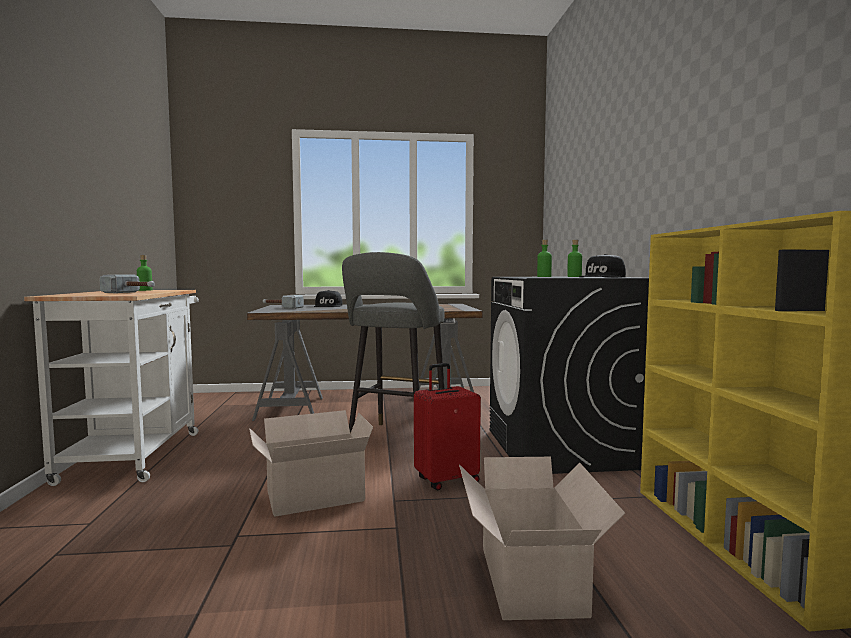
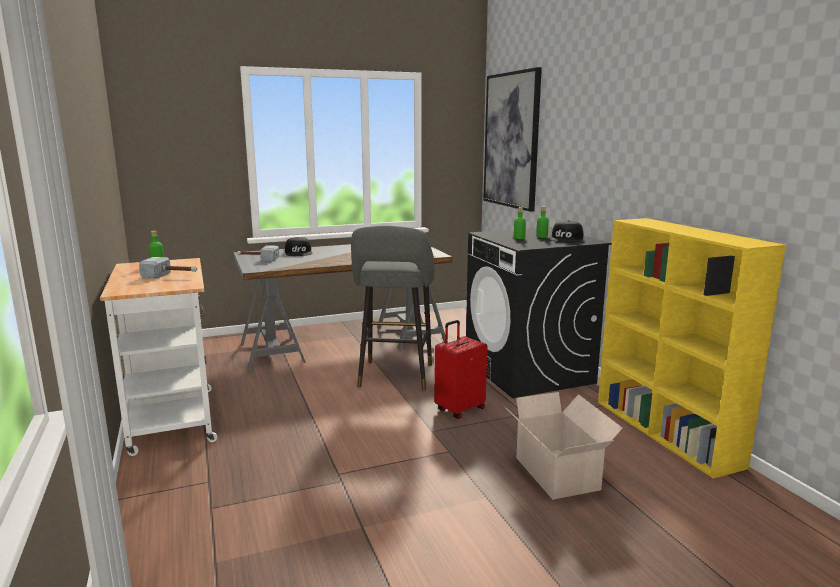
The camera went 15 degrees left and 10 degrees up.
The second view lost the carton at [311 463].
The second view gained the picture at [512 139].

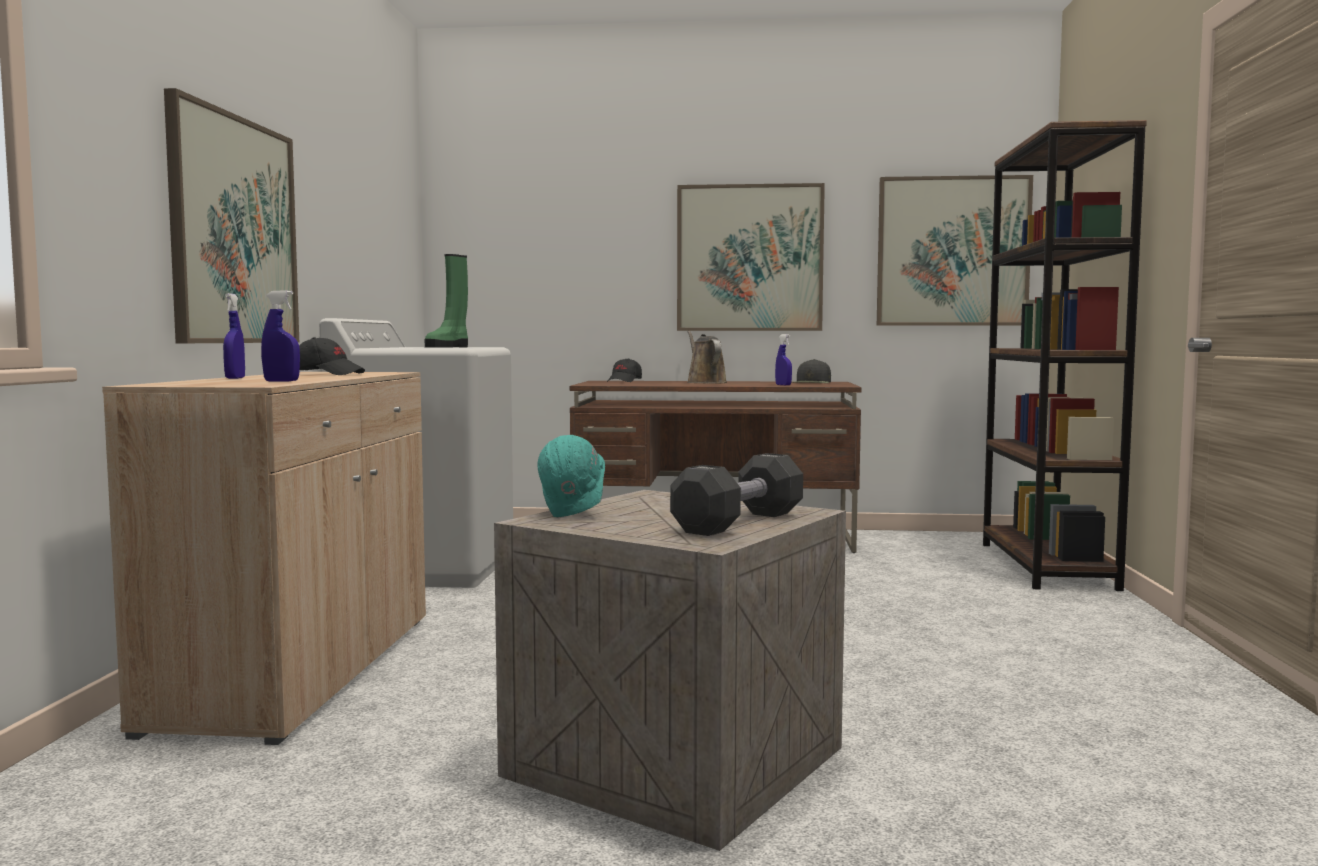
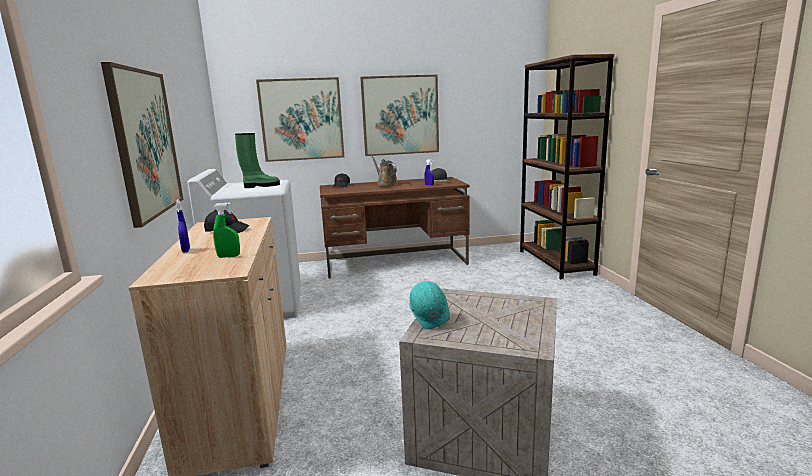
The camera went 15 degrees left and 10 degrees up.
What was the blue-coloured spray bottle at [280 335] turned into the green-coloured spray bottle at [226 230].
The green-coloured boot at [446 301] ended up facing another way, 120 degrees counterclockwise from before.
The second view lost the black-coloured hand weight at [736 494].
The picture ended up elsewhere, having gone from [955 250] to [300 119].

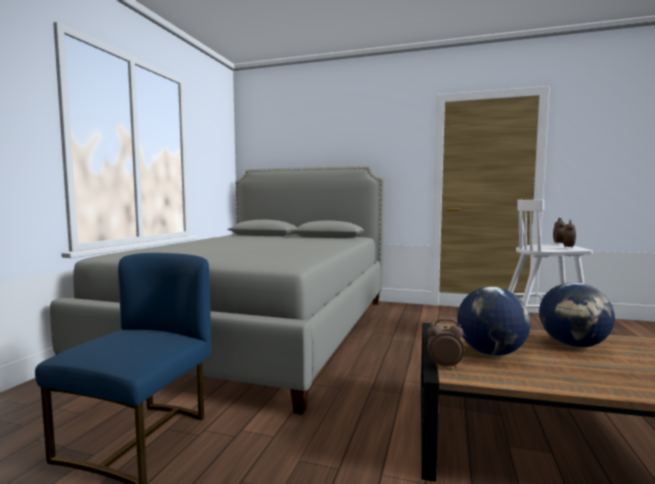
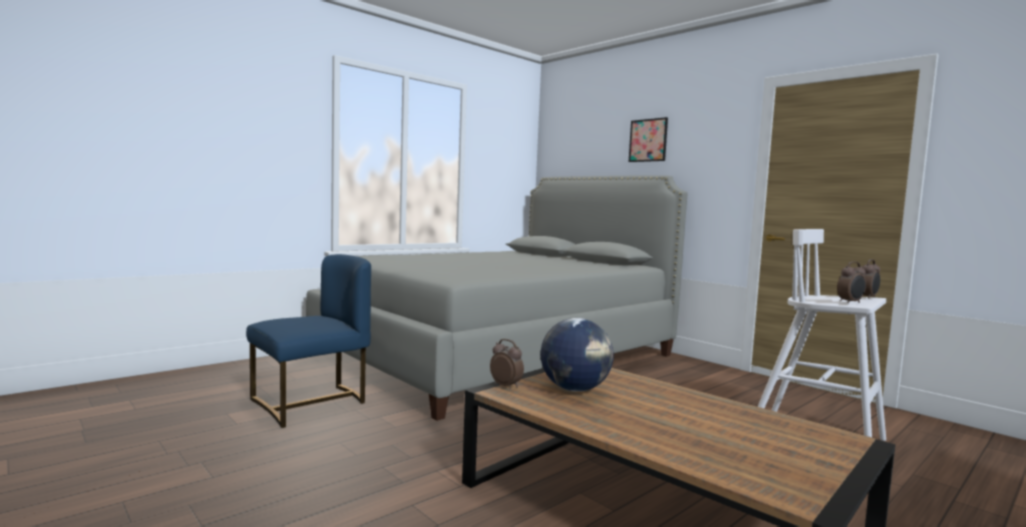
The camera went 30 degrees right and 0 degrees up.
The second view lost the globe at [577 315].
The second view gained the picture at [648 139].

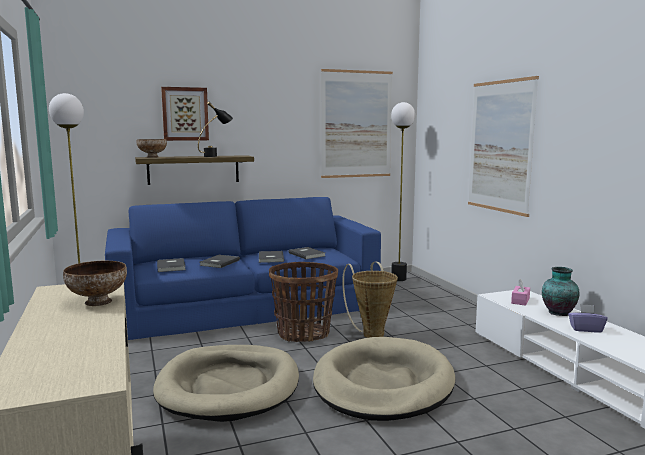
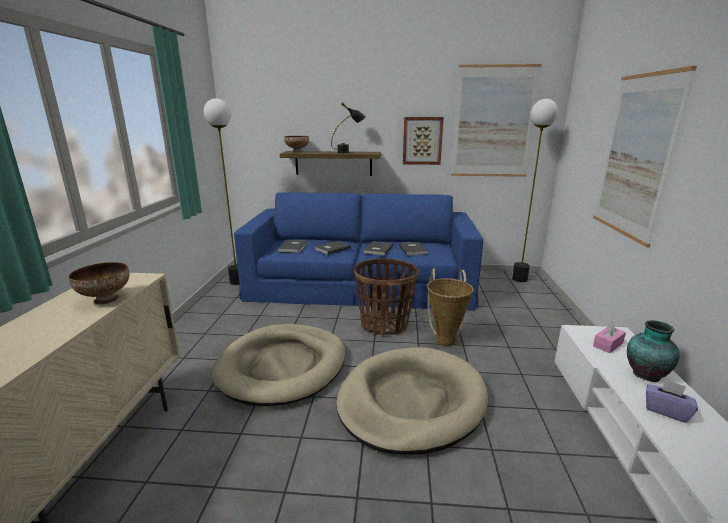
The camera went 25 degrees right and 10 degrees up.
The picture ended up elsewhere, having gone from [185 114] to [423 141].

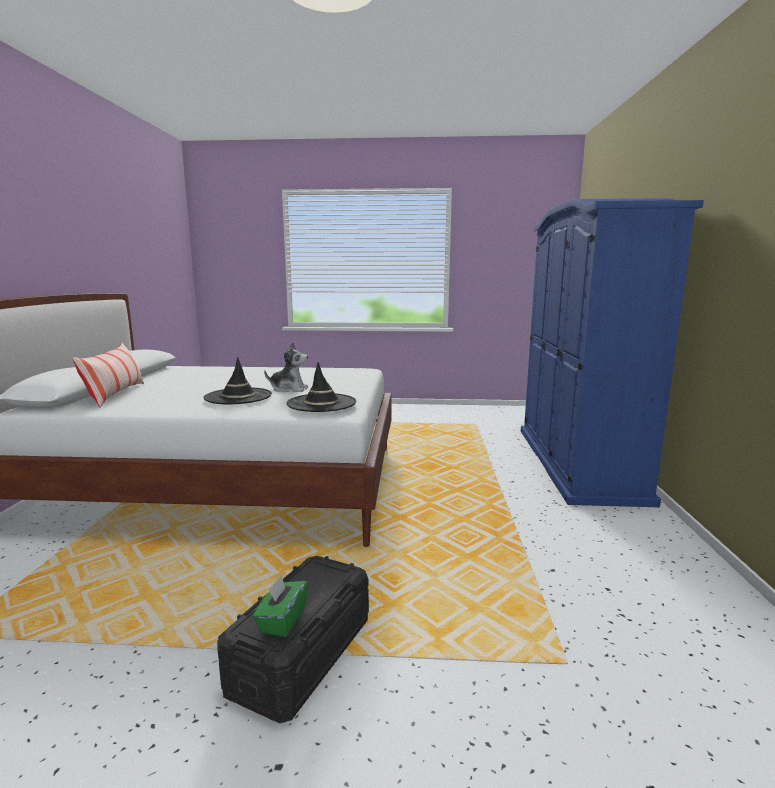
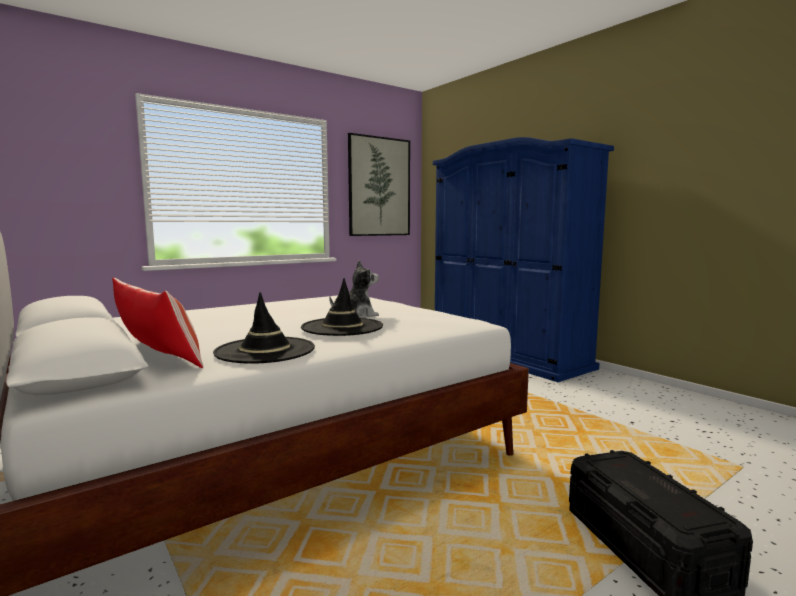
The camera went 40 degrees left and 5 degrees down.
The second view lost the green-coloured box of tissues at [280 606].
The black-coloured wearable hat ended up elsewhere, having gone from [321 387] to [264 328].
The second view gained the picture at [379 184].

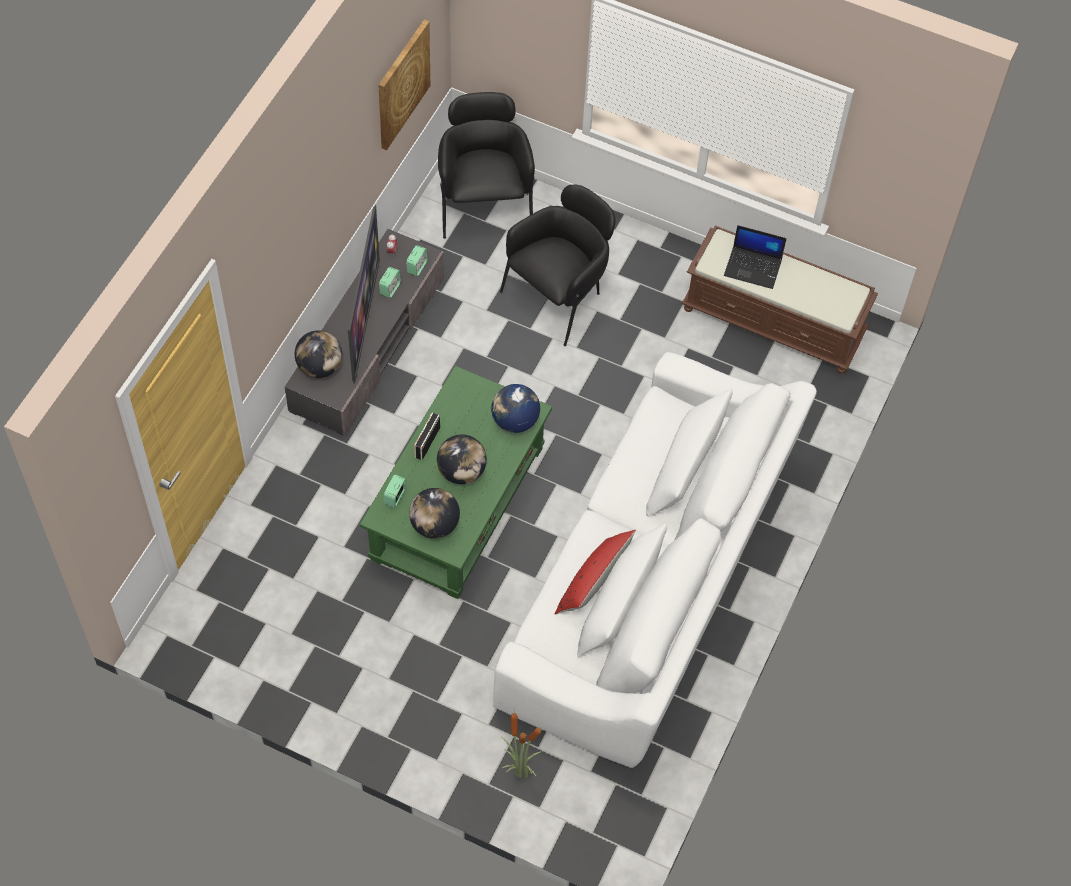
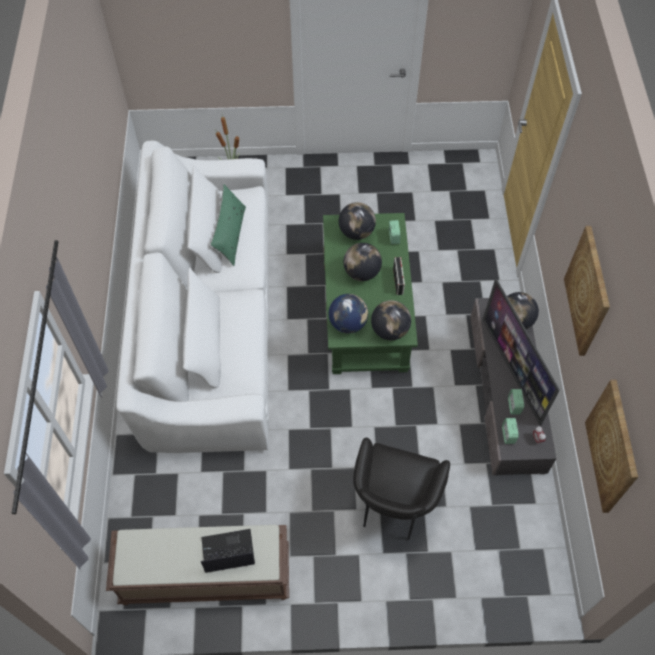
The camera went 155 degrees right and 0 degrees up.
The second view lost the black-coloured armchair at [486 165].
What was the red-coloured throw pillow at [595 572] turned into the green-coloured throw pillow at [228 225].
The second view gained the globe at [391 320].
The second view gained the picture at [587 291].

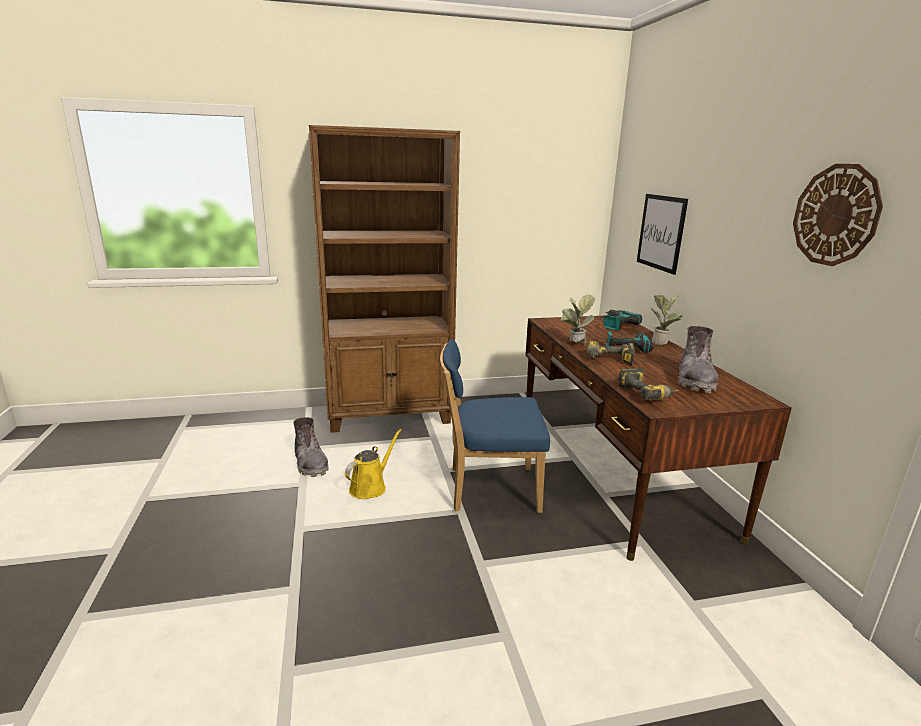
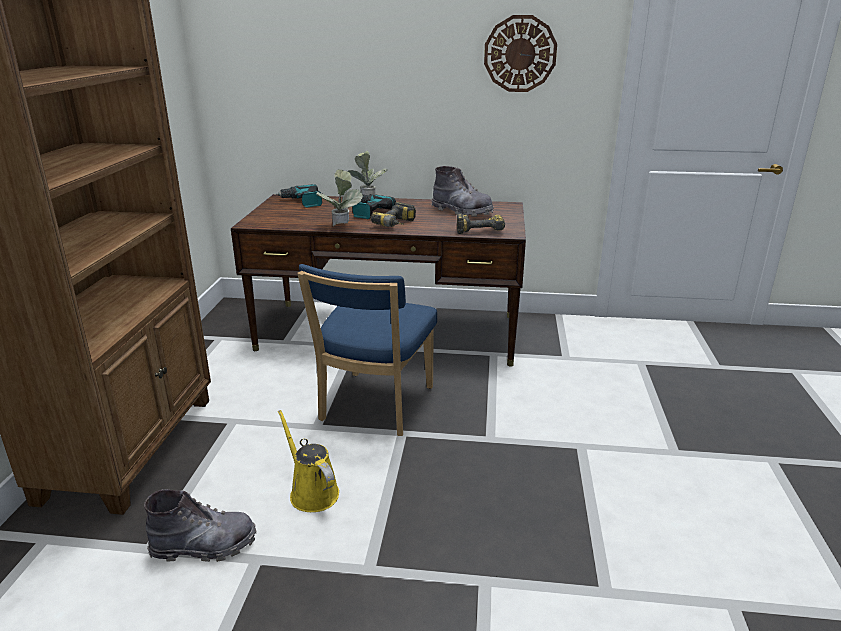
The camera went 70 degrees left and 5 degrees up.
The second view lost the picture at [662 234].

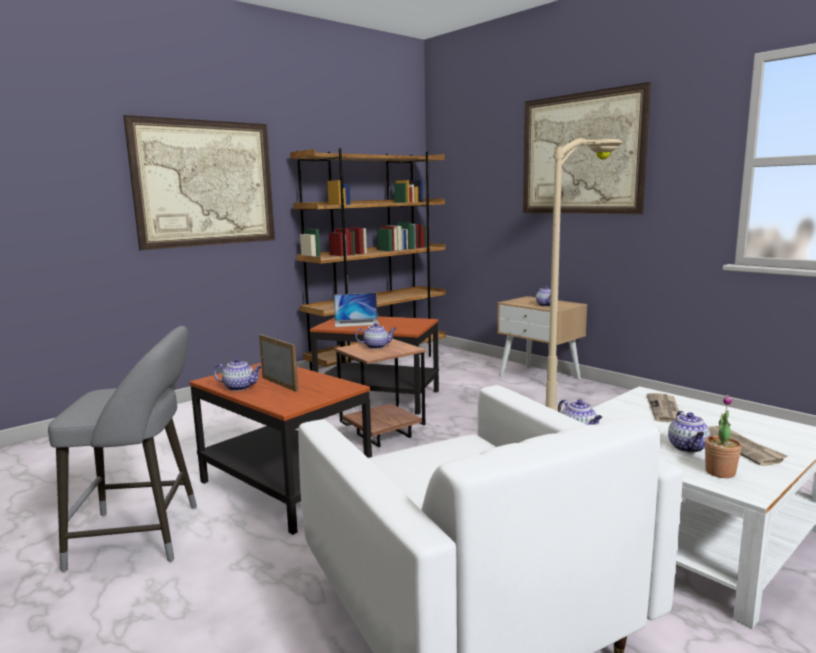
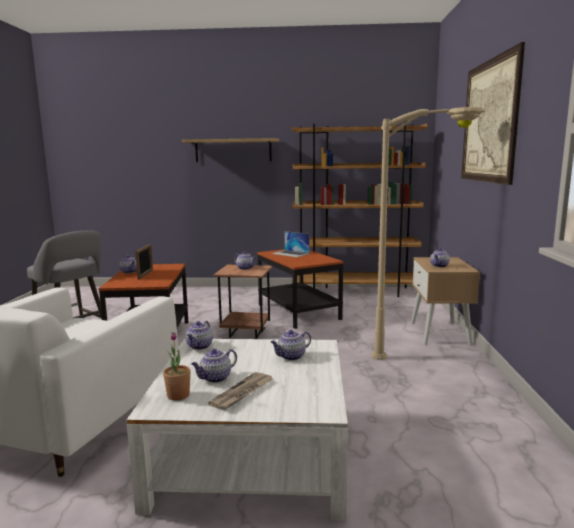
The camera went 45 degrees right and 0 degrees up.
Where the picture hung at [199 182], the wall shelf came to hang at [230 150].
Where the newspaper stood at [663 407], the tea pot came to stand at [291 345].

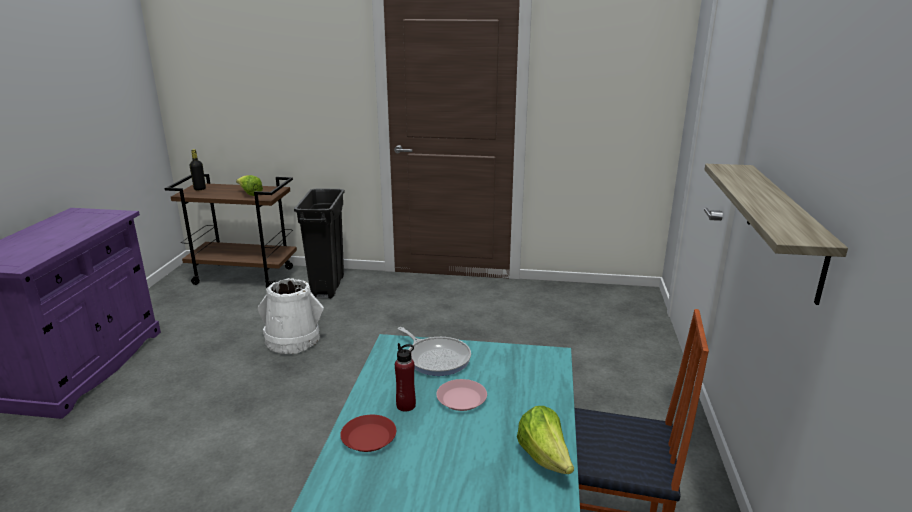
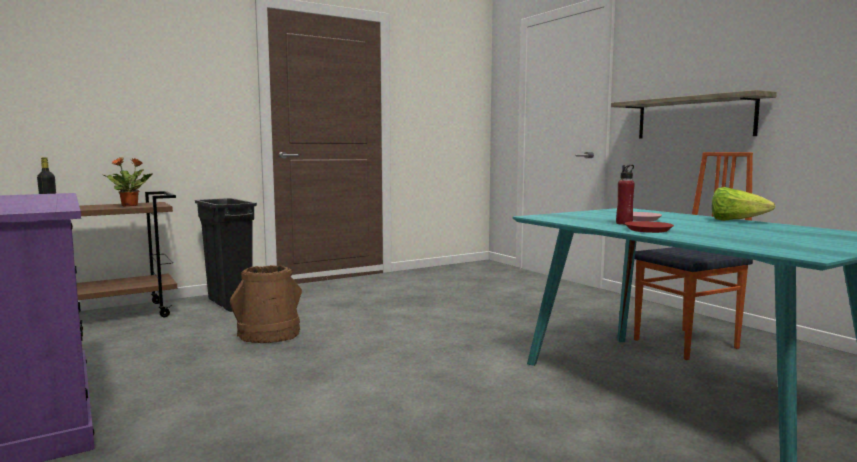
The camera went 40 degrees left and 15 degrees down.
Where the lettuce stood at [249 185], the plant in a pot came to stand at [128 181].
What was the white bucket at [291 316] turned into the brown-coloured bucket at [266 304].
The second view lost the skillet at [434 351].

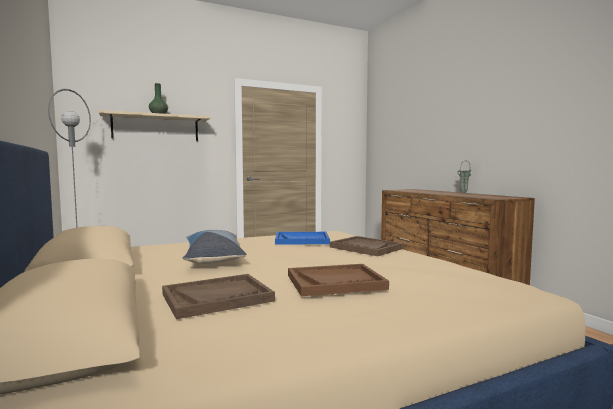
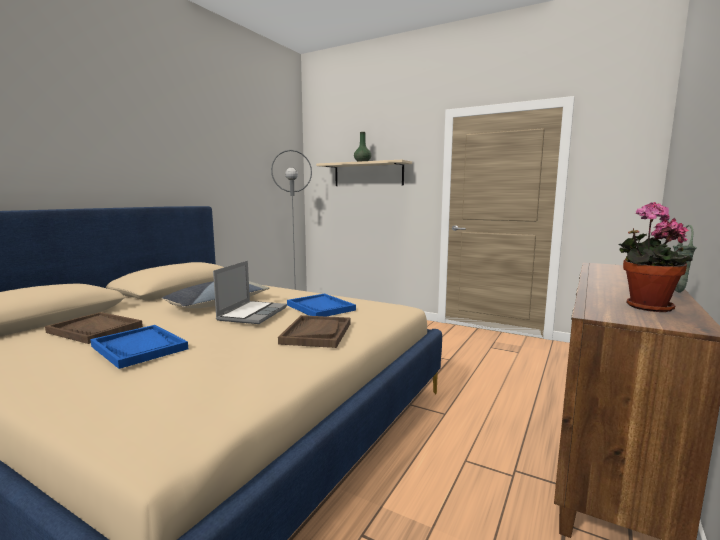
The camera went 55 degrees right and 5 degrees up.
What was the brown-coloured tray at [338 280] turned into the blue-coloured tray at [139 347].
The second view gained the portable computer at [250 292].
The second view gained the plant in a pot at [655 257].

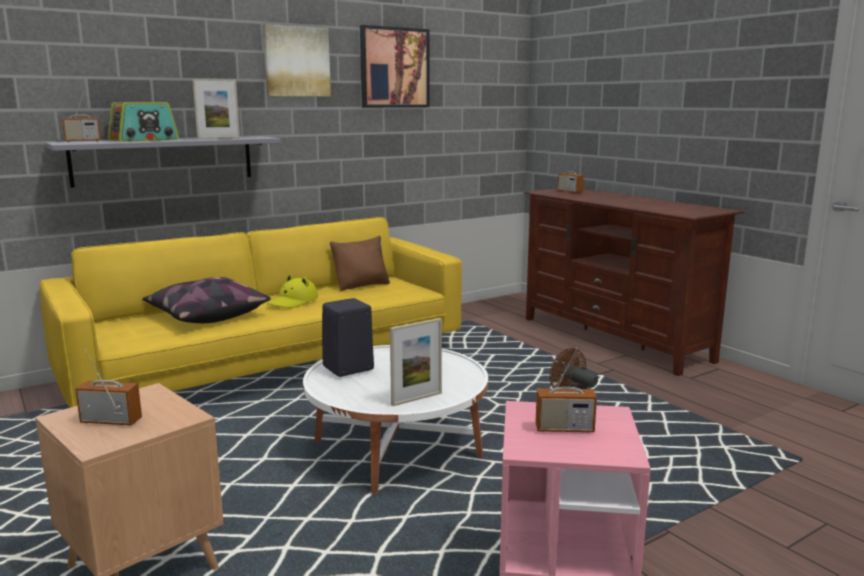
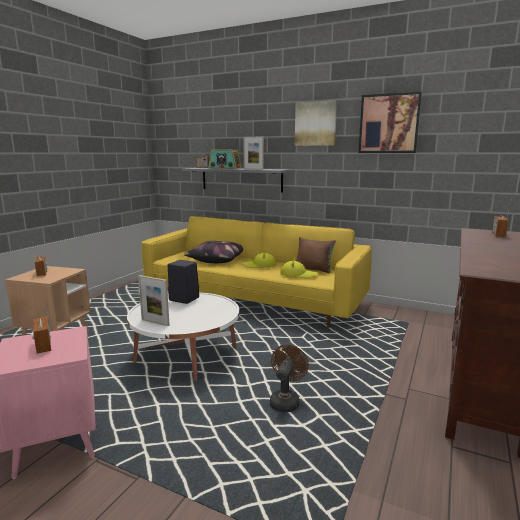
The camera went 60 degrees right and 0 degrees up.
The second view gained the yellow wearable hat at [299 267].

